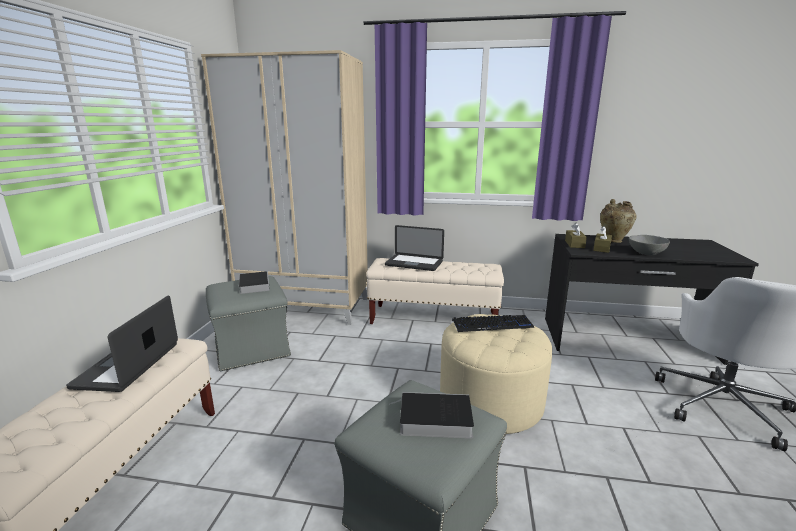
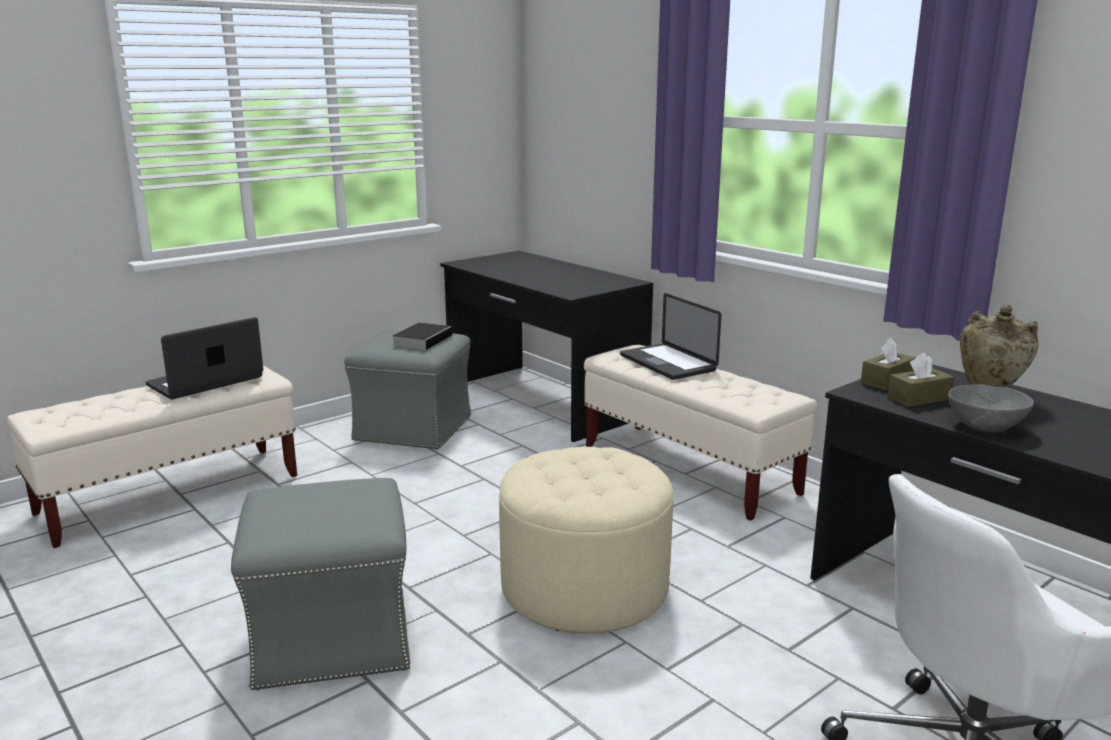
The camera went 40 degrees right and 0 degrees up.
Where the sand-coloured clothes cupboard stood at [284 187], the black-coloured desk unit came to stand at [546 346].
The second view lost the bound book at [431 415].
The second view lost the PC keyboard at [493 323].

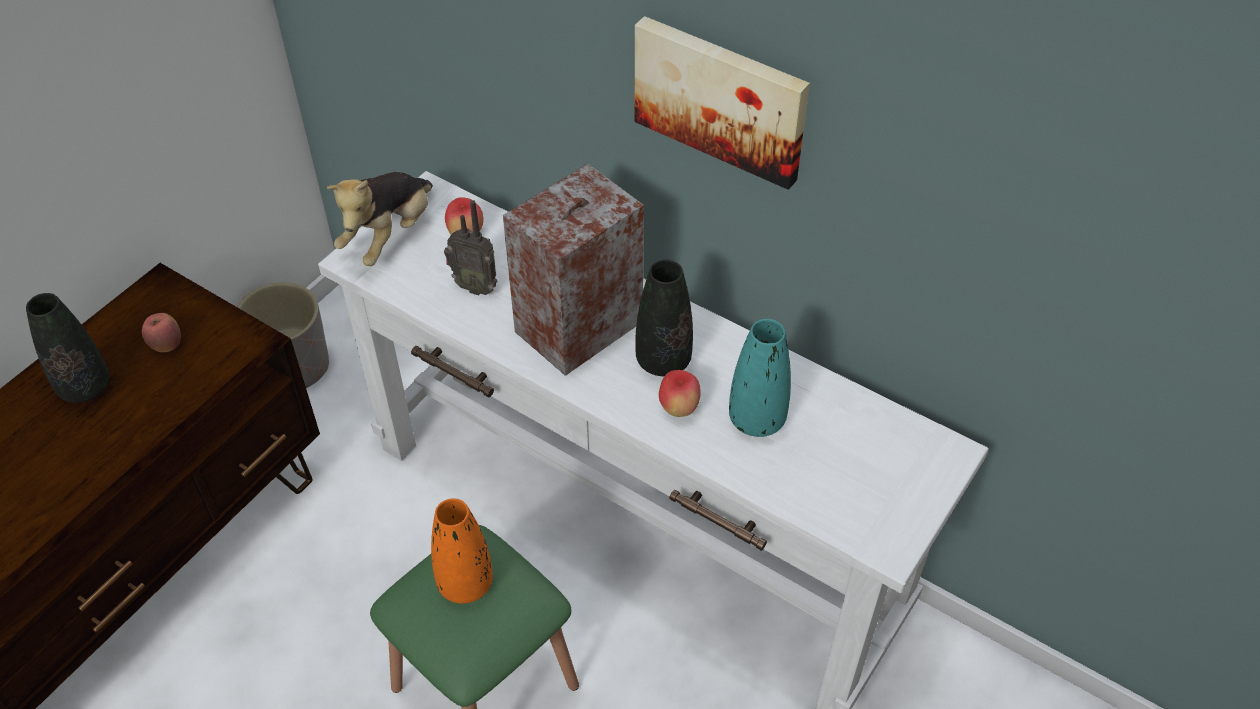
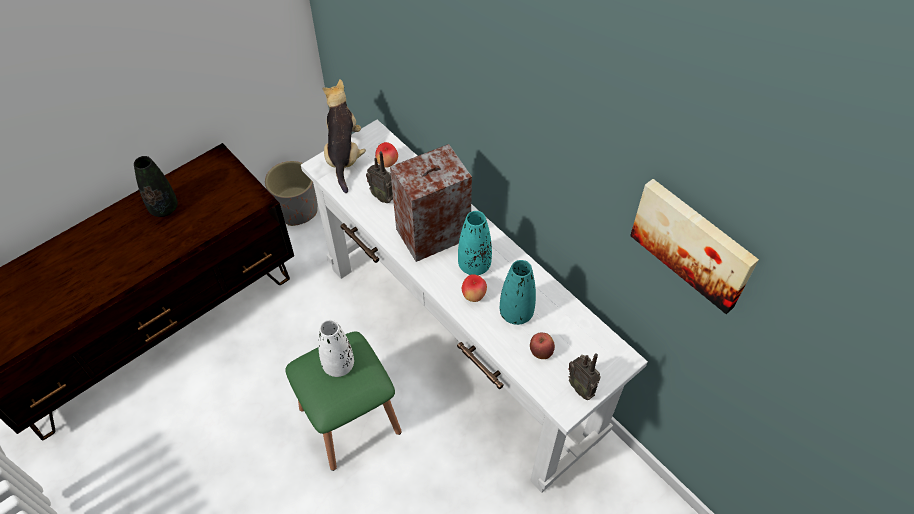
The camera went 15 degrees right and 5 degrees up.
The apple ended up elsewhere, having gone from [161 332] to [542 345].
The plush toy at [380 219] ended up facing another way, 135 degrees clockwise from before.
What was the orange-coloured vase at [462 551] turned into the white vase at [336 348].
The picture ended up elsewhere, having gone from [722 103] to [694 246].
What was the black-coloured vase at [664 318] turned into the blue-green vase at [475 243].
The second view gained the radio set at [584 376].

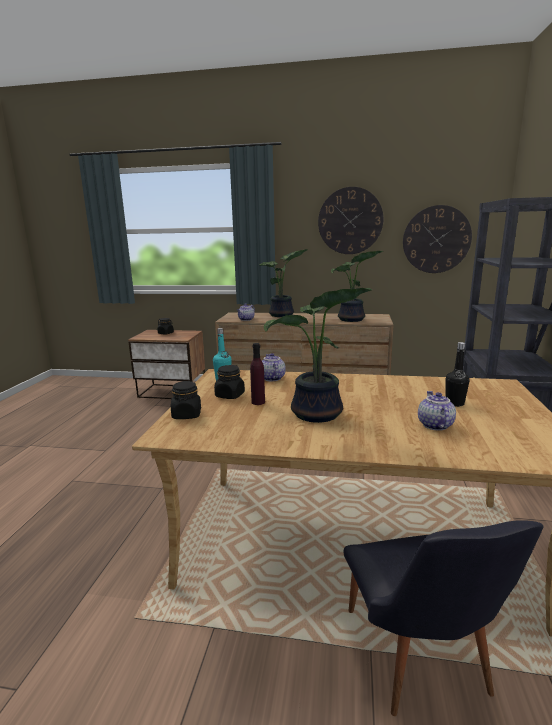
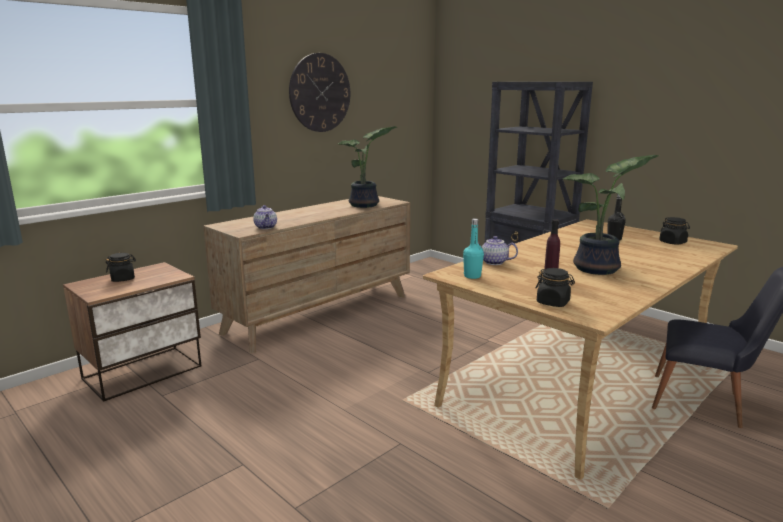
The camera went 55 degrees left and 0 degrees up.
The black-coloured preserve jar ended up elsewhere, having gone from [229 382] to [674 231].
The second view lost the plant in a pot at [283 283].
The second view lost the wall clock at [437 239].
The second view lost the tea pot at [437 410].

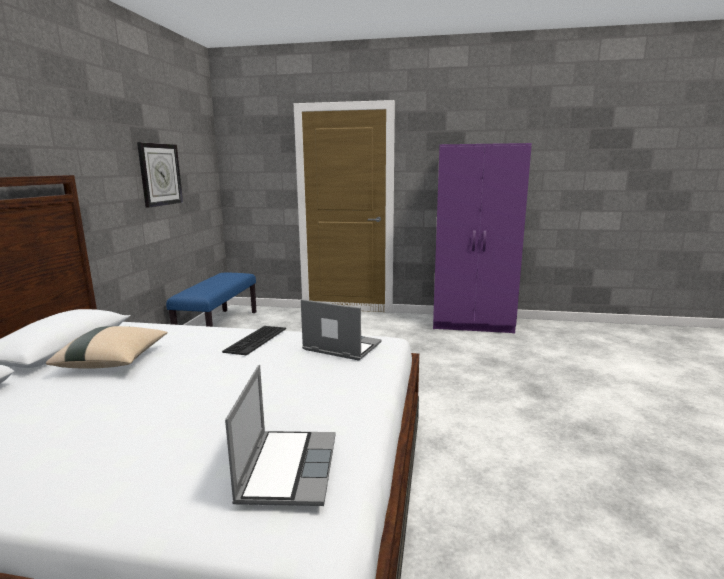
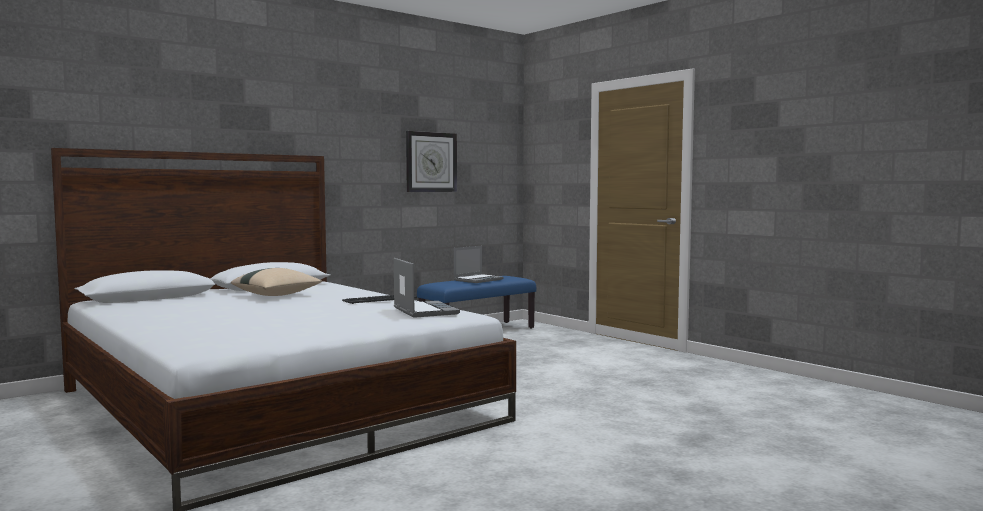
The camera went 40 degrees right and 10 degrees down.
The portable computer ended up elsewhere, having gone from [280 435] to [478 264].
The second view lost the purple-coloured clothes cupboard at [482 238].

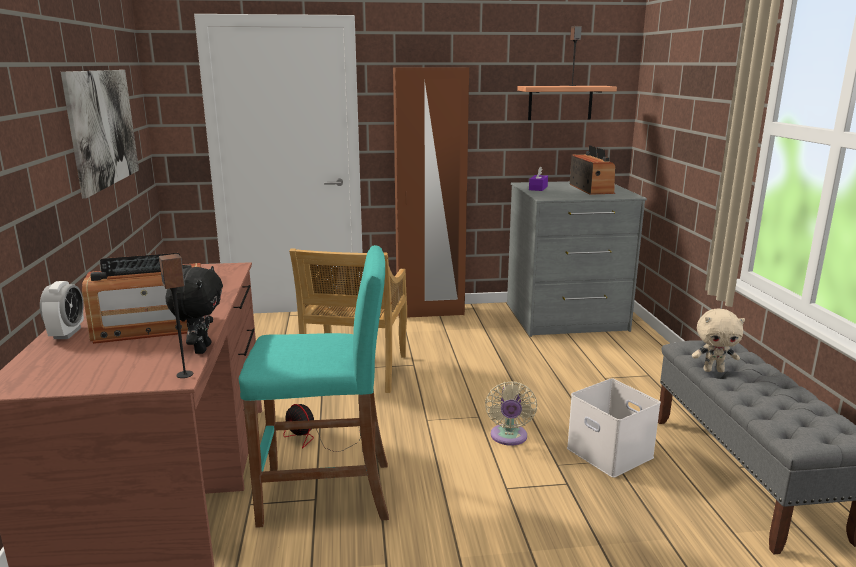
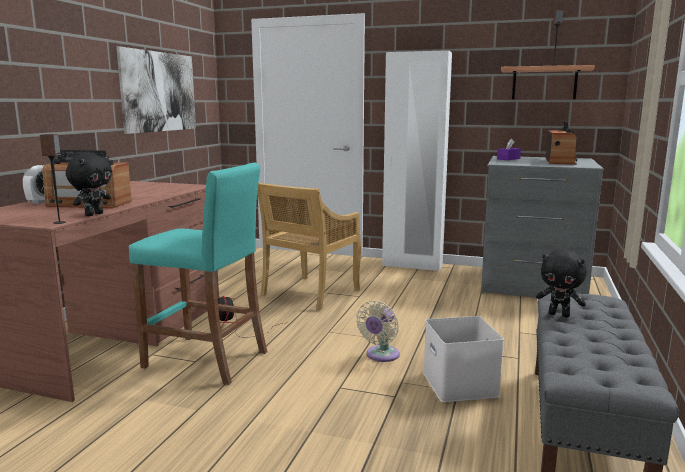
The camera went 25 degrees right and 5 degrees down.
What was the brown-coloured clothes cupboard at [431 192] turned into the white clothes cupboard at [417 160].
What was the sand-coloured plush toy at [718 340] turned into the black-coloured plush toy at [561 283].

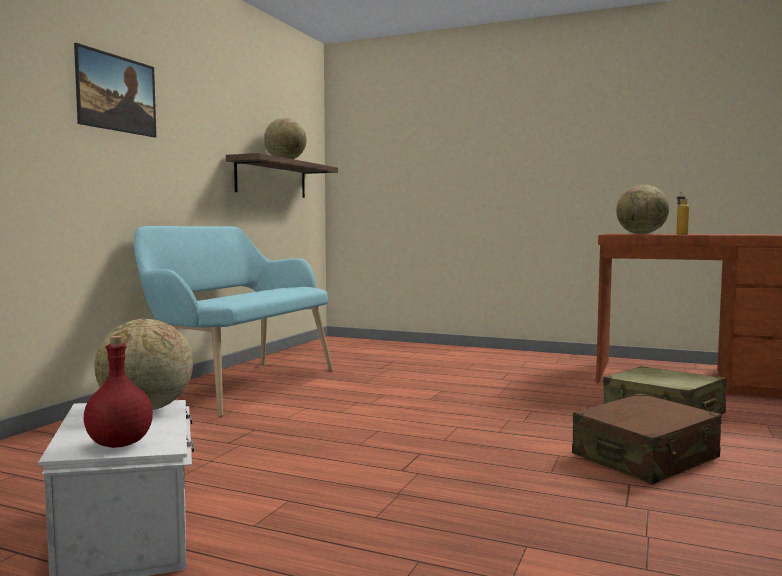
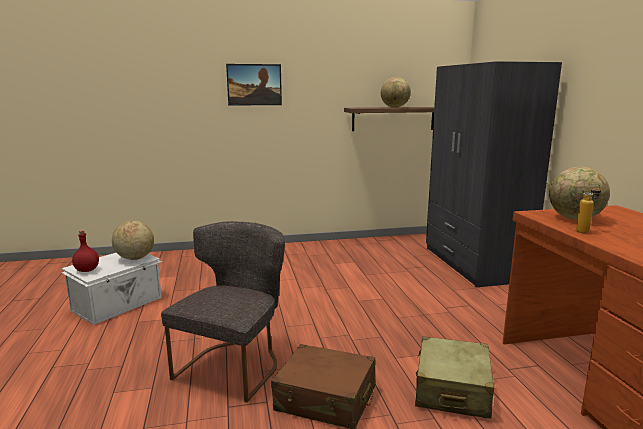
The camera went 55 degrees right and 10 degrees up.
The second view lost the blue-green bench at [233 321].
The second view gained the greyish plain chair at [223 312].
The second view gained the greyish clothes cupboard at [494 174].

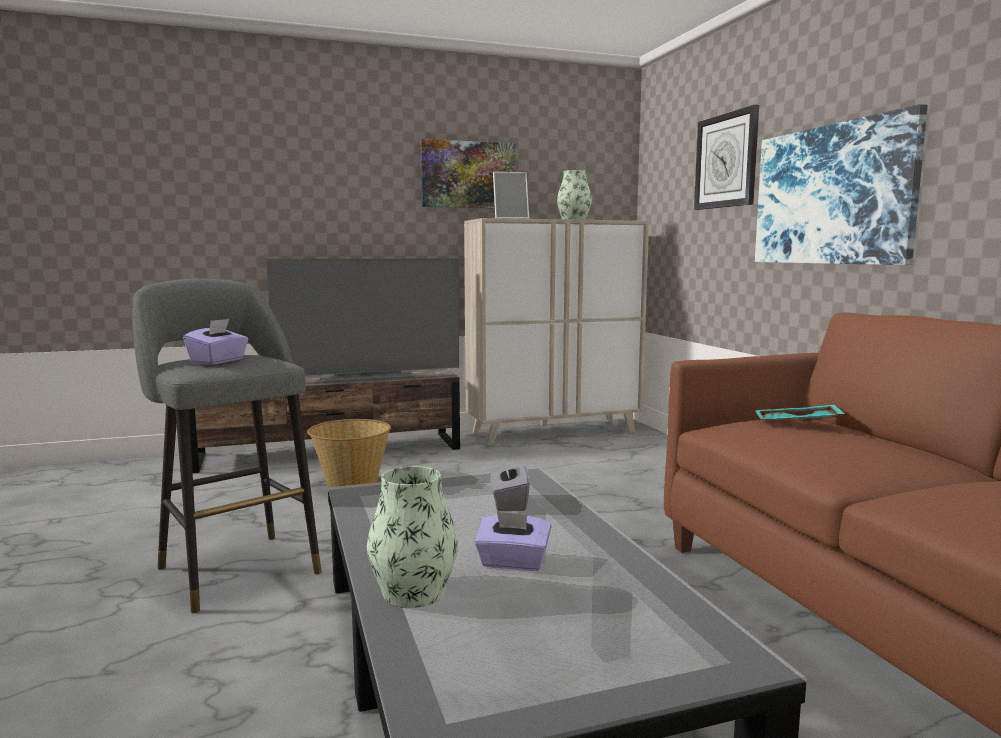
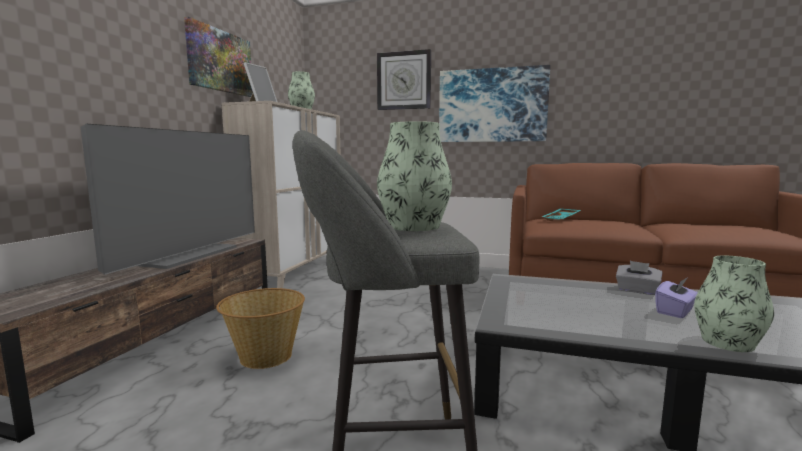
The camera went 55 degrees left and 0 degrees up.
Where the purple-coloured box of tissues stood at [215 342], the vase came to stand at [414 176].
The greyish box of tissues ended up elsewhere, having gone from [510 484] to [639 278].

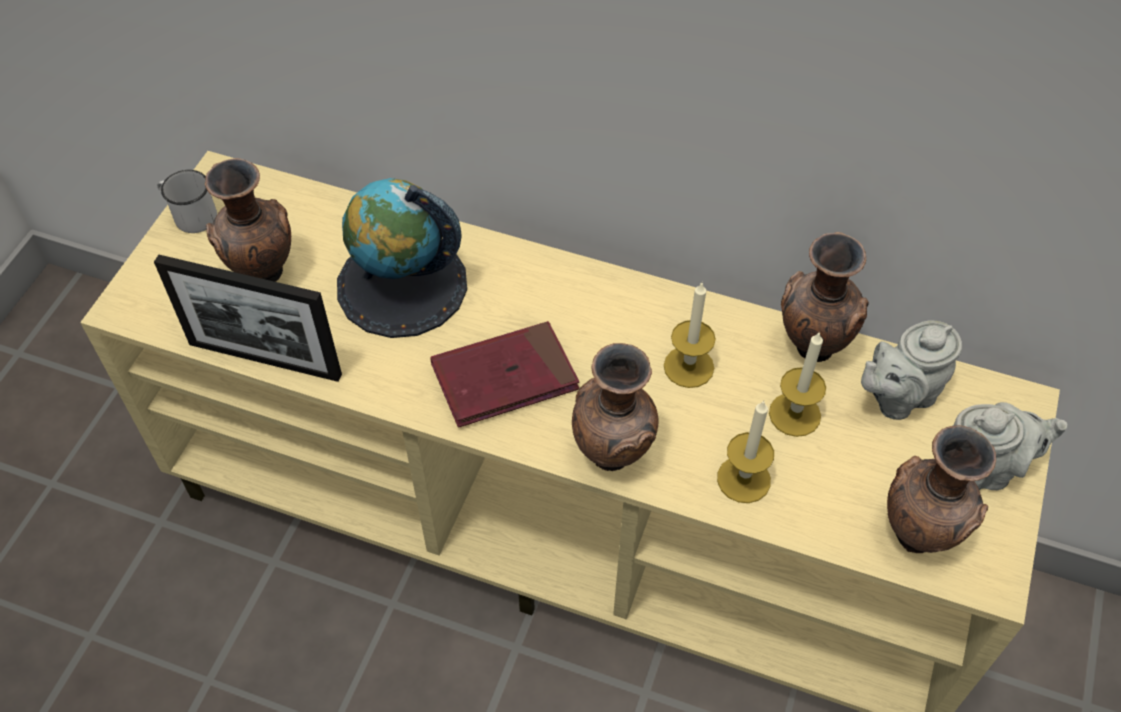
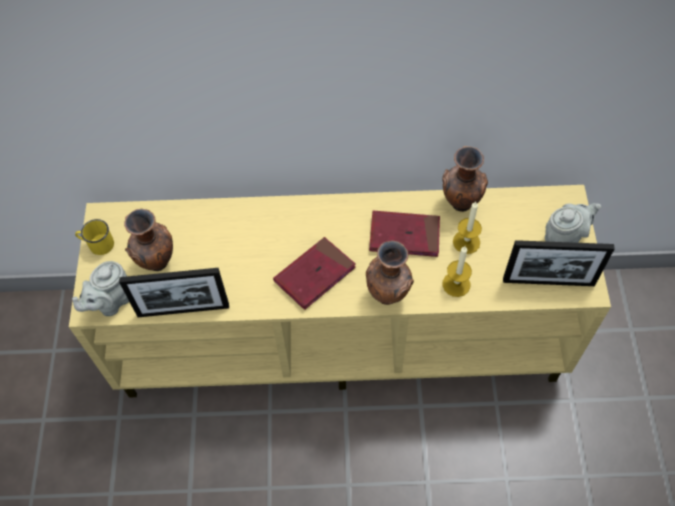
The camera went 20 degrees left and 5 degrees up.
What was the white coffee mug at [187 201] turned into the yellow coffee mug at [94 237].
The second view lost the globe at [402 258].
Where the wax candle stood at [690 335], the red-coloured bound book came to stand at [404 234].
The greyish tea pot ended up elsewhere, having gone from [911 370] to [100 288].
Where the brown-coloured vase stood at [941 489], the picture frame came to stand at [559 263].

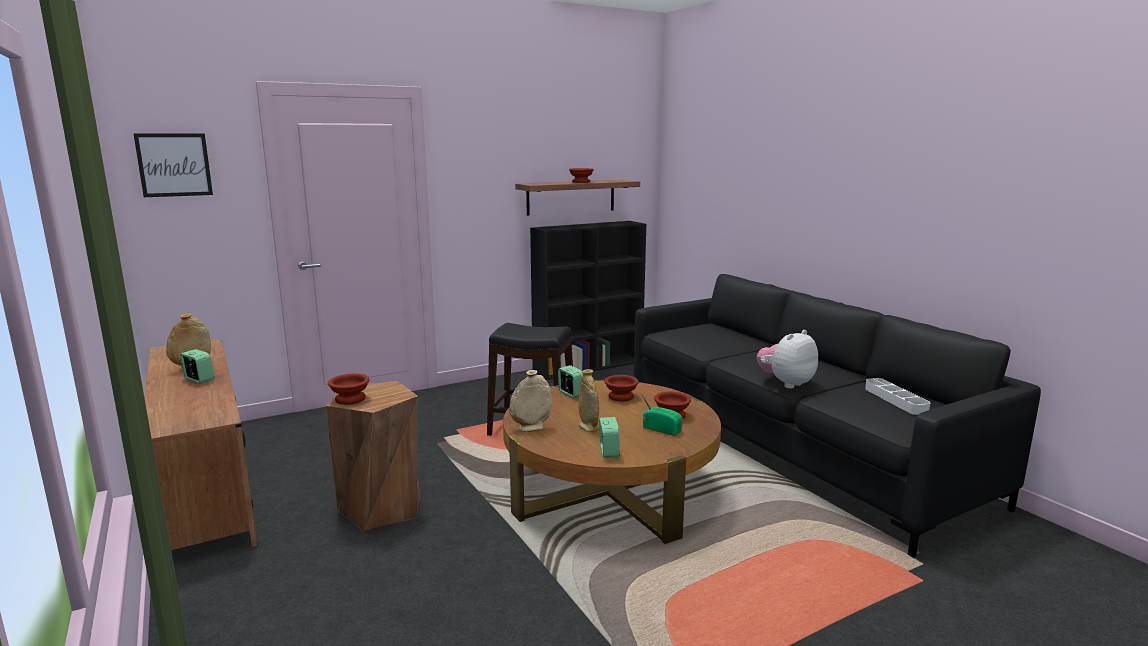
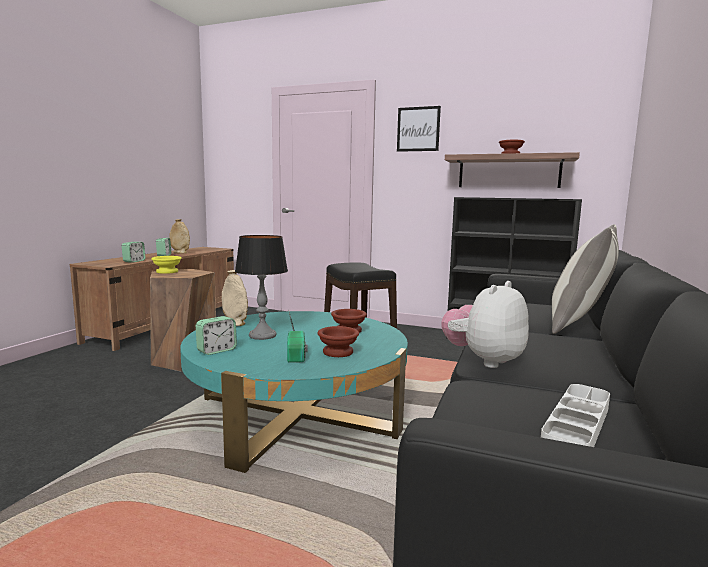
The camera went 50 degrees right and 5 degrees down.
The picture ended up elsewhere, having gone from [173 165] to [419 129].
What was the brown-coloured deep dish at [349 389] turned into the yellow deep dish at [166 265].
What was the brown-coloured lounge table at [612 462] turned into the blue-green lounge table at [294 392].
The bedside clock ended up elsewhere, having gone from [570 381] to [133 252].
Where the sand-coloured vase stood at [588 400], the tabletop lamp came to stand at [261 287].
The plush toy at [787 359] ended up facing another way, 60 degrees counterclockwise from before.
The second view gained the throw pillow at [585 279].

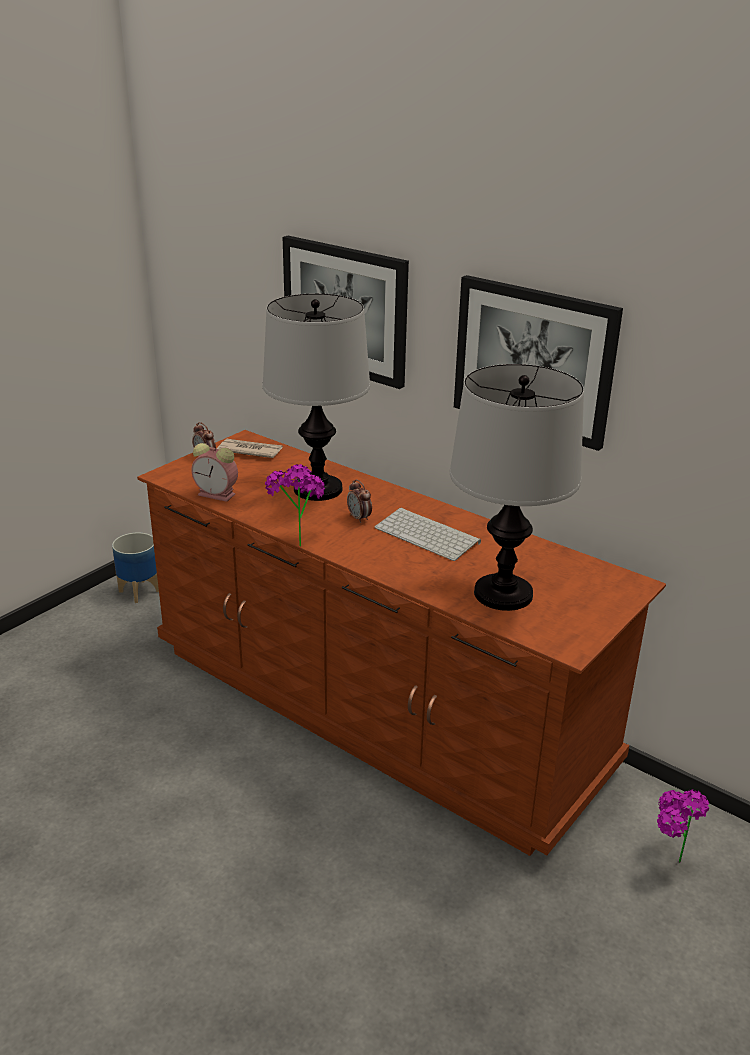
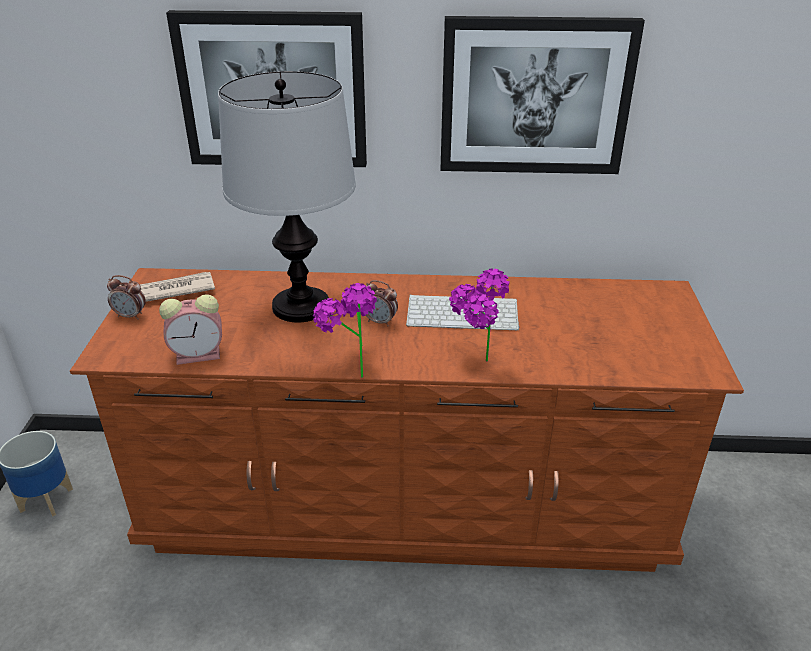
The camera went 35 degrees left and 5 degrees up.
The second view lost the tabletop lamp at [516 487].
The plant in a pot ended up elsewhere, having gone from [683 826] to [479 314].

